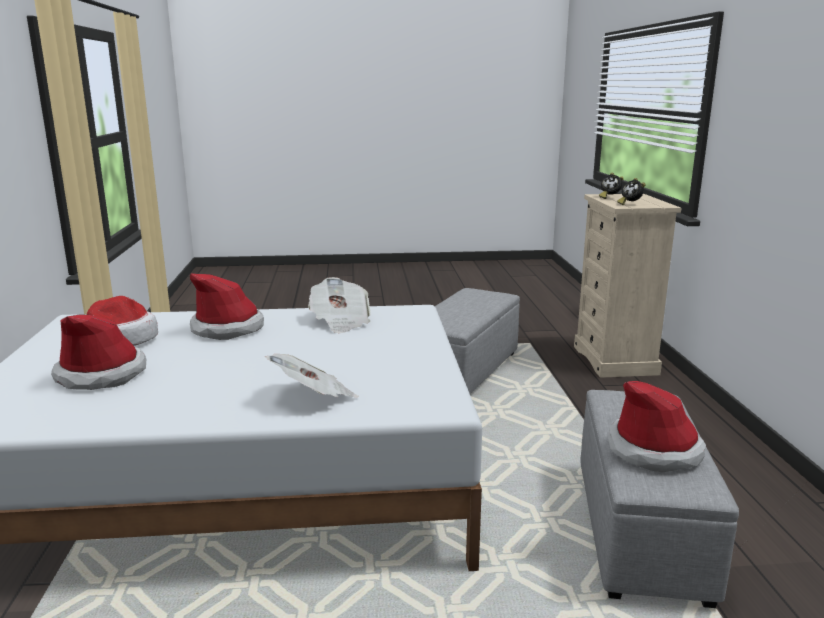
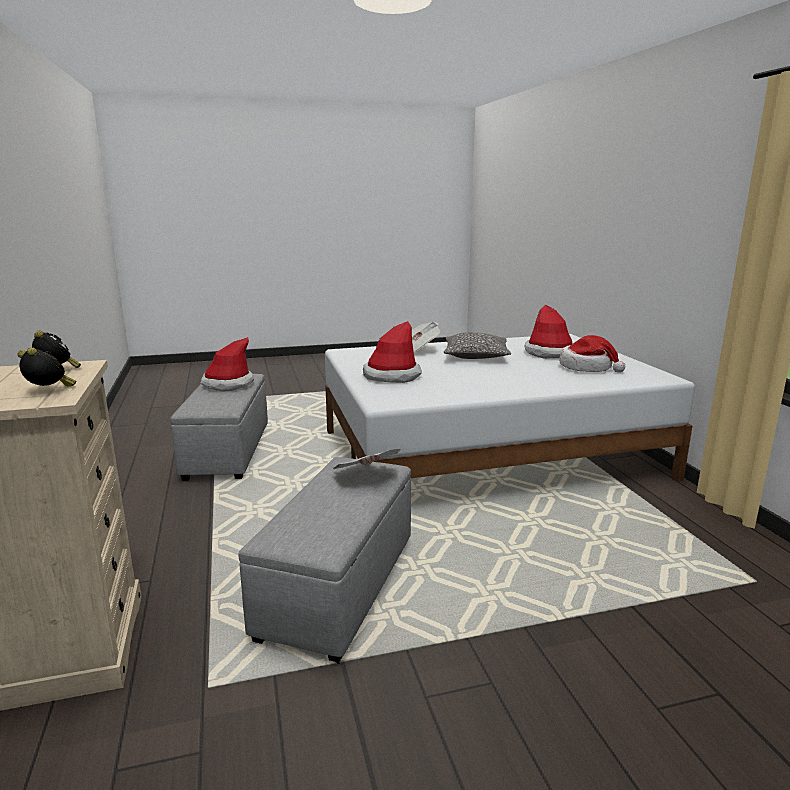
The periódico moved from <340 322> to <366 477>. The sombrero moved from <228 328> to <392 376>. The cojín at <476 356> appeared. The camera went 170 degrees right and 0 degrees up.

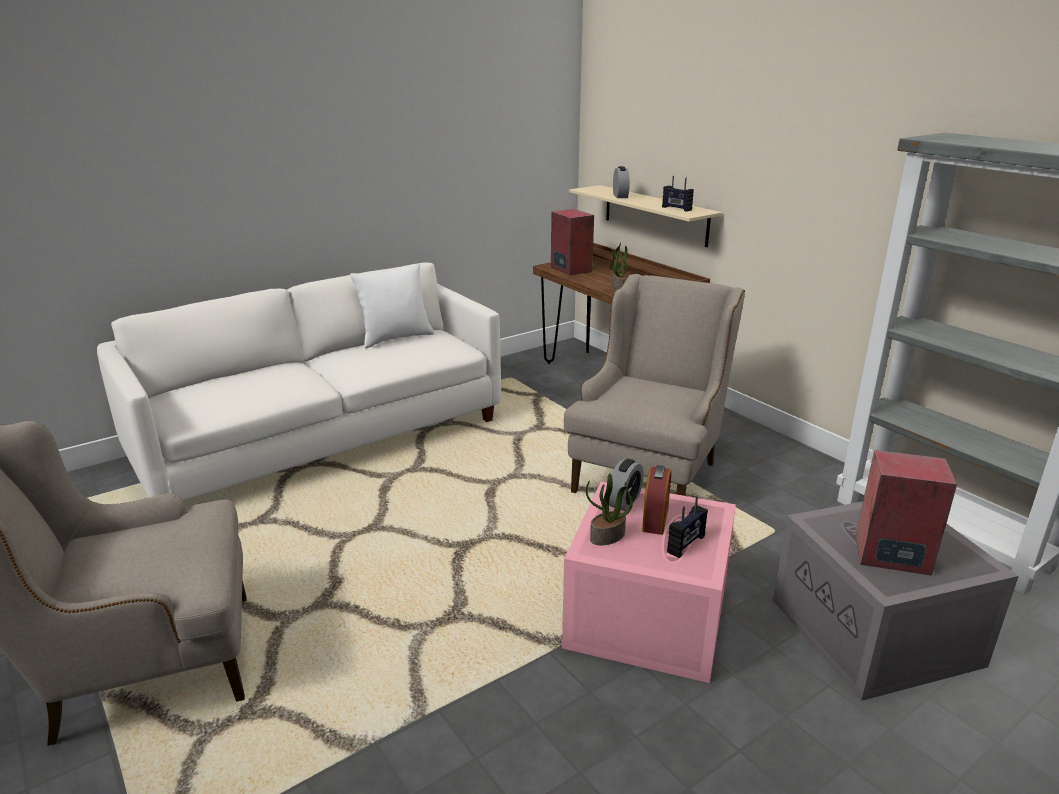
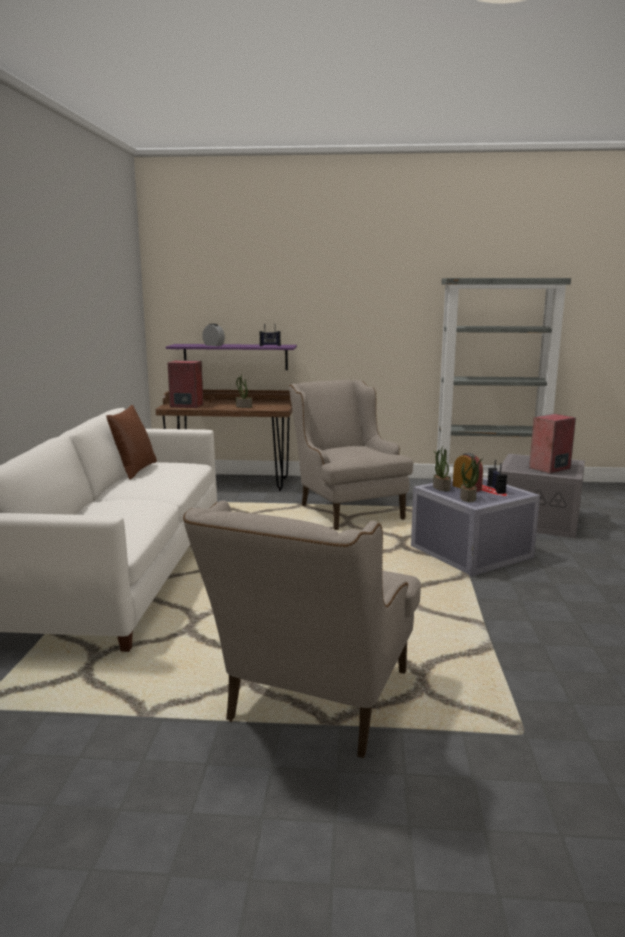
The cojín/blanco at <395 338> became the cojín/marrón at <134 470>. The estante/beis at <655 215> became the estante/morado at <235 357>. The caja de almacenaje/rosa at <645 614> became the caja de almacenaje/gris at <469 552>. The despertador at <624 501> was replaced by the planta en maceta at <441 488>. The camera went 50 degrees left and 10 degrees down.

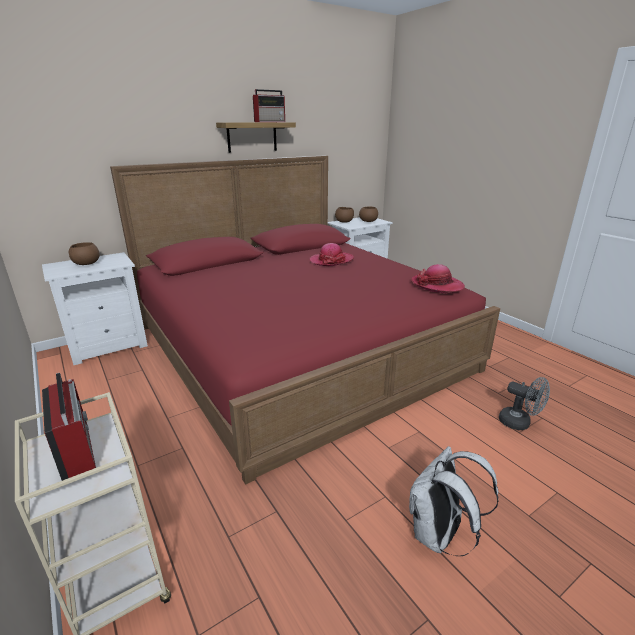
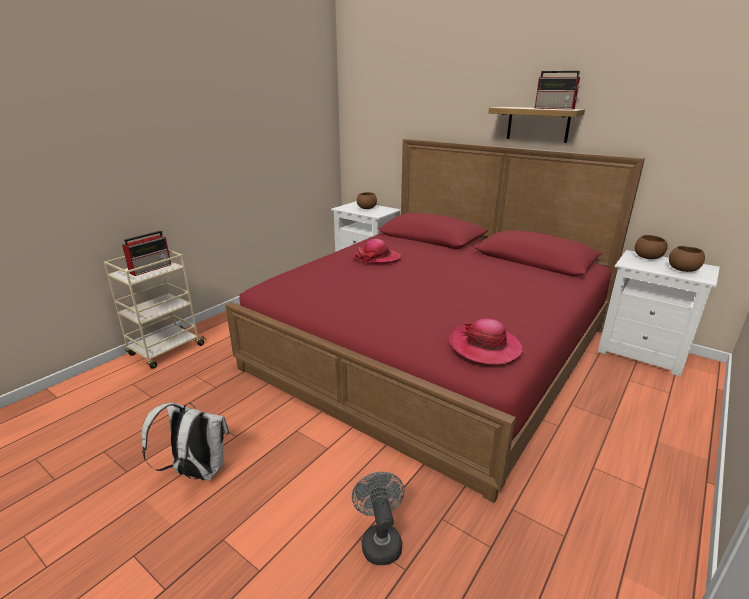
The ventilador/gris at <519 423> turned 150 degrees clockwise. The sombrero moved from <331 260> to <377 258>. The camera went 70 degrees right and 0 degrees up.

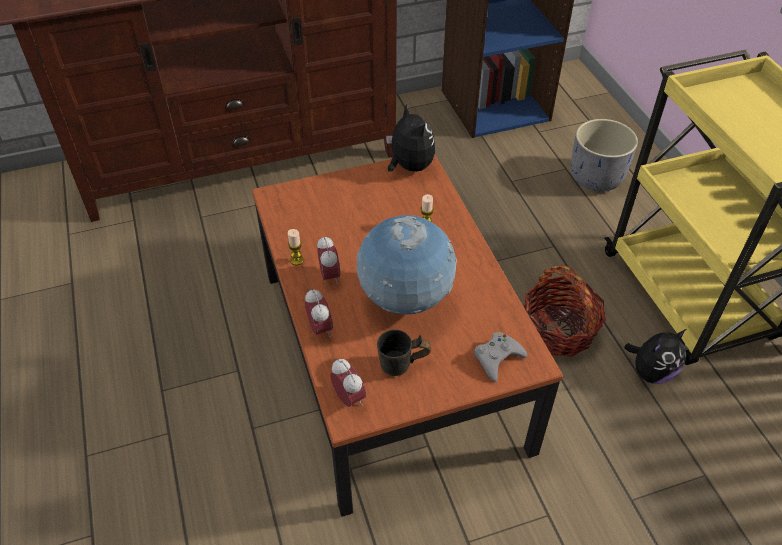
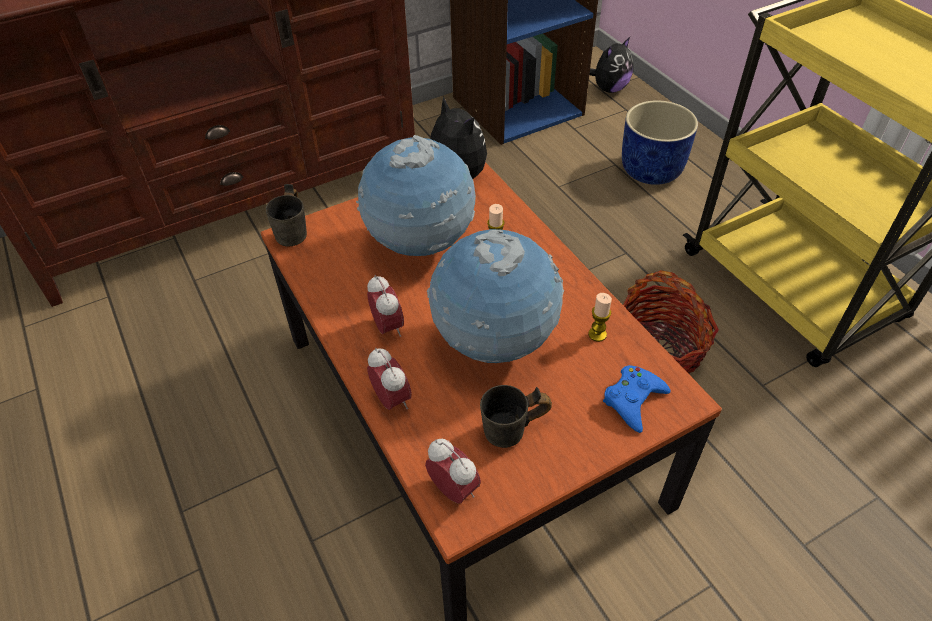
The taza grande/gris at <297 232> appeared. The globo terráqueo at <420 245> appeared. The vela moved from <297 260> to <597 334>. The peluche moved from <651 372> to <609 89>. The mando de consola/gris at <497 358> became the mando de consola/azul at <633 400>. The maceta/gris at <597 178> became the maceta/azul at <652 170>. The camera went 10 degrees left and 0 degrees up.

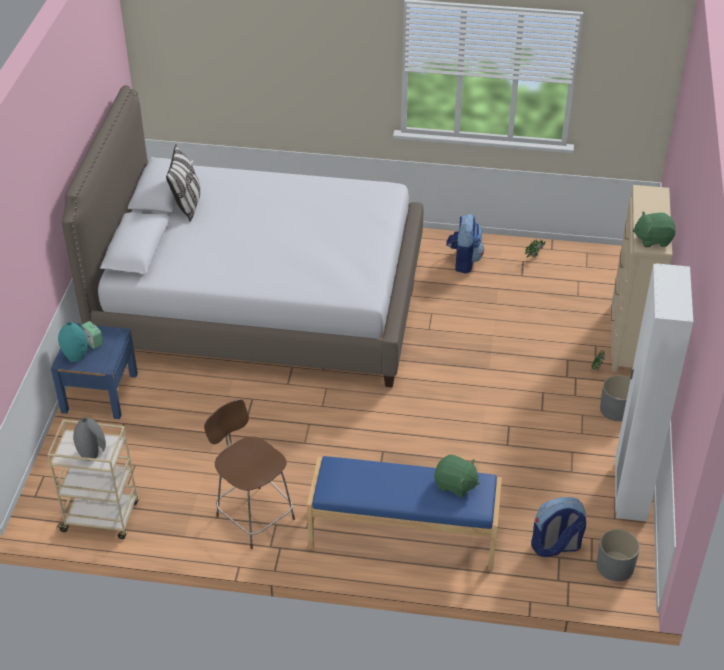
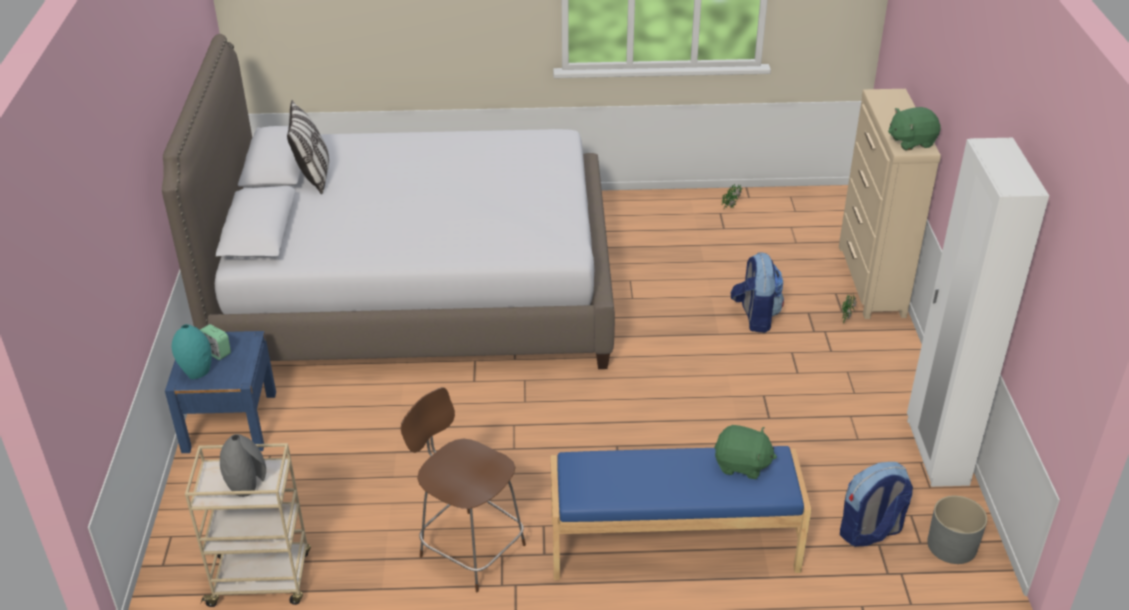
The mochila moved from <463 261> to <755 317>. The maceta/gris at <616 409> disappeared. The camera went 10 degrees left and 5 degrees down.

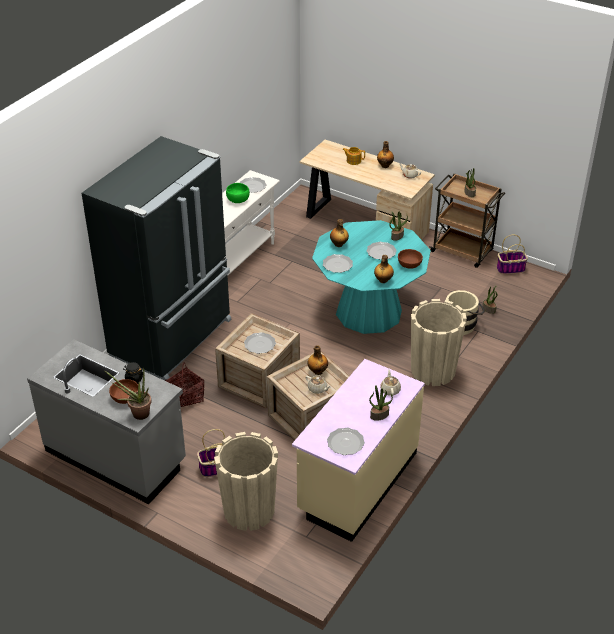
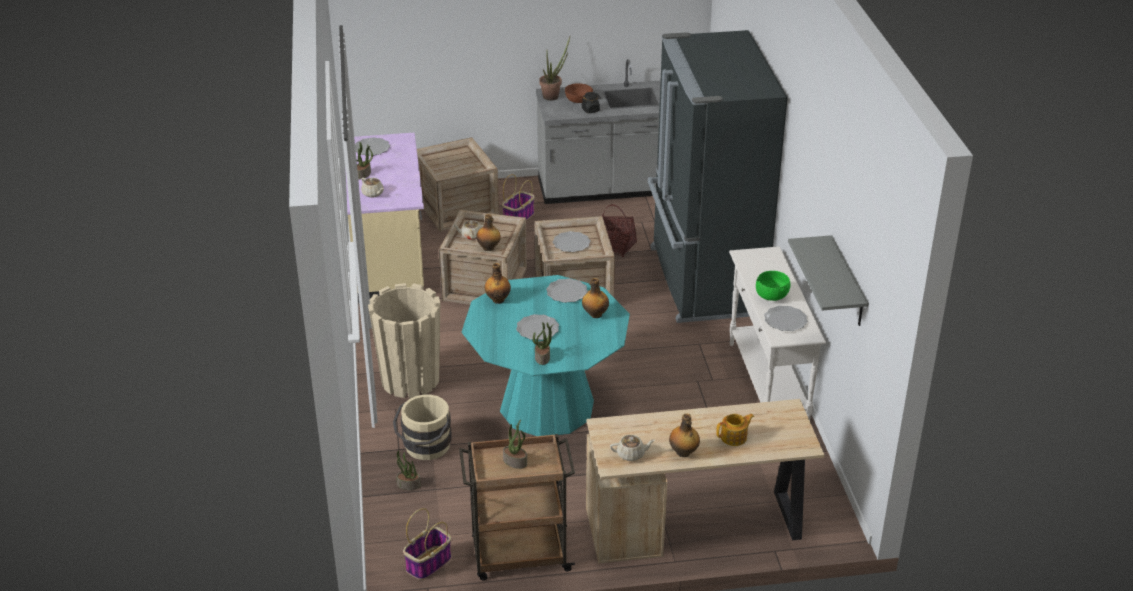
The maceta/beis at <249 510> was replaced by the caja de embalaje at <457 207>. The estante/gris at <847 283> appeared. The cuenco/marrón at <409 264> disappeared. The camera went 140 degrees right and 5 degrees down.

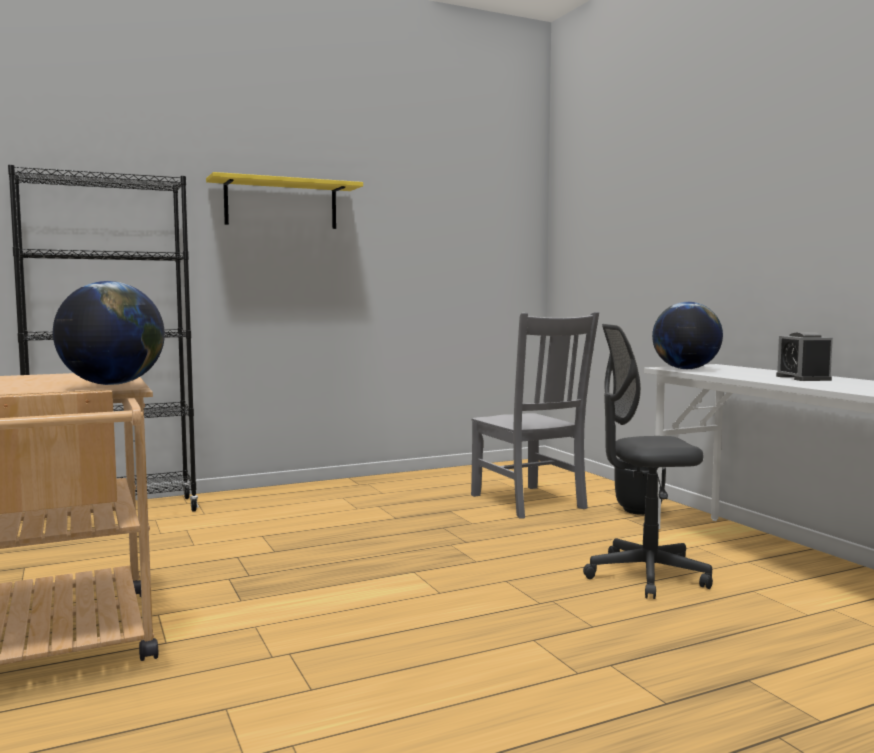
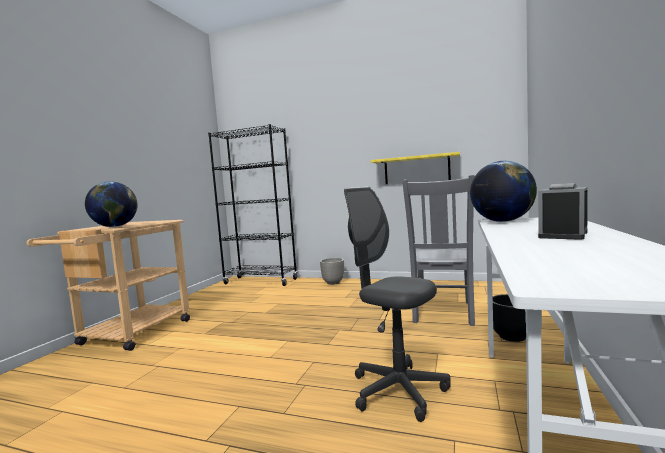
The maceta at <333 283> appeared. The estante/amarillo moved from <281 204> to <416 169>. The camera went 45 degrees right and 0 degrees up.

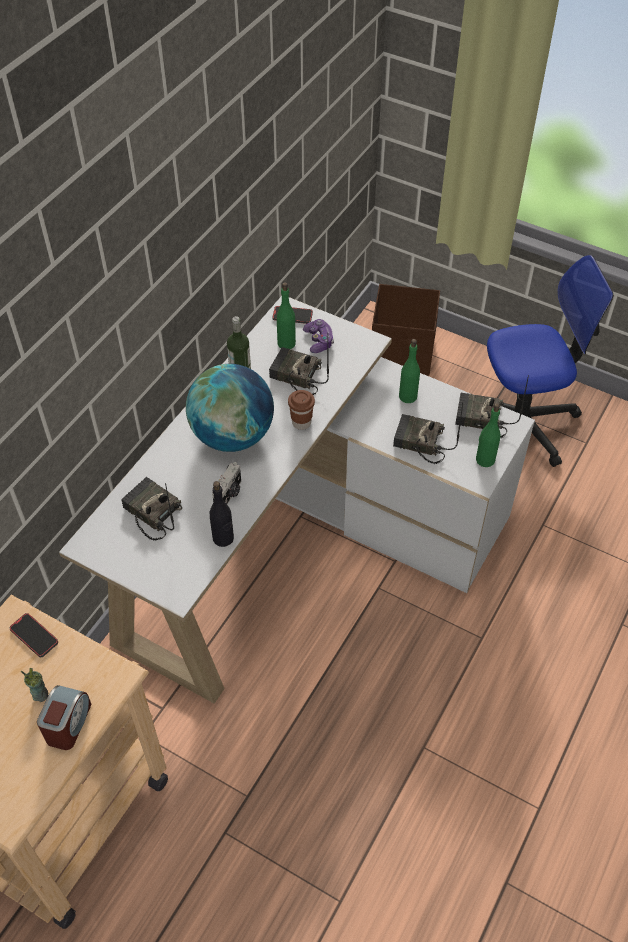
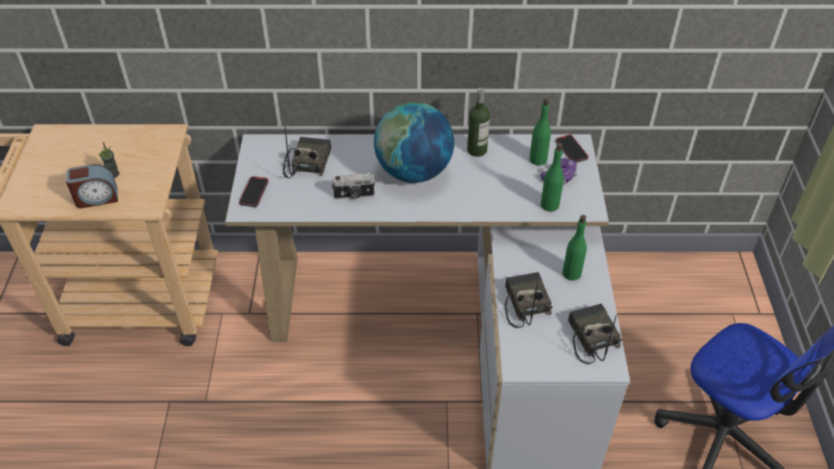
The móvil moved from <34 636> to <254 193>. The botella/verde moved from <485 459> to <549 205>. The botella/negro at <223 538> disappeared. The radio at <295 377> disappeared. The taza/marrón at <301 423> disappeared. The caja de almacenaje/marrón at <403 353> disappeared. The camera went 60 degrees right and 5 degrees down.

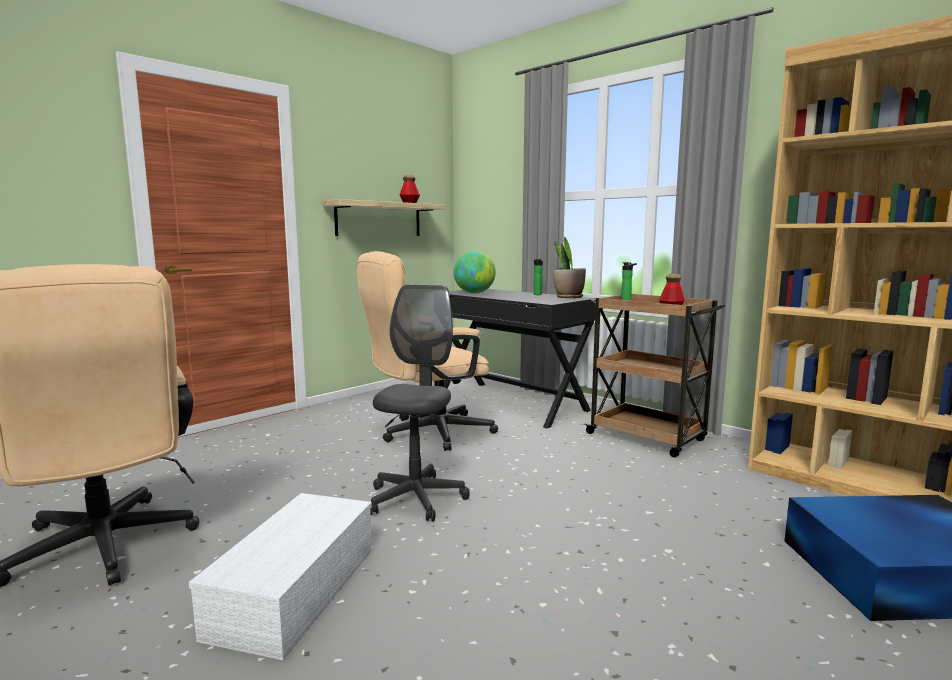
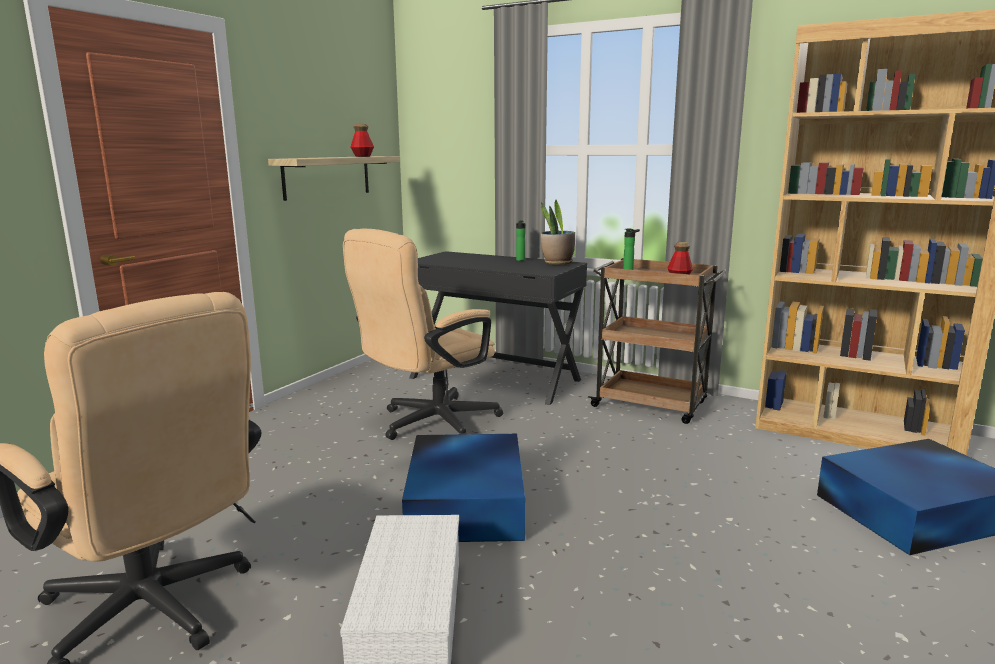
The silla de oficina/gris at <416 499> was replaced by the caja de almacenaje/azul at <467 501>. The globo terráqueo at <474 293> disappeared. The camera went 15 degrees left and 5 degrees up.

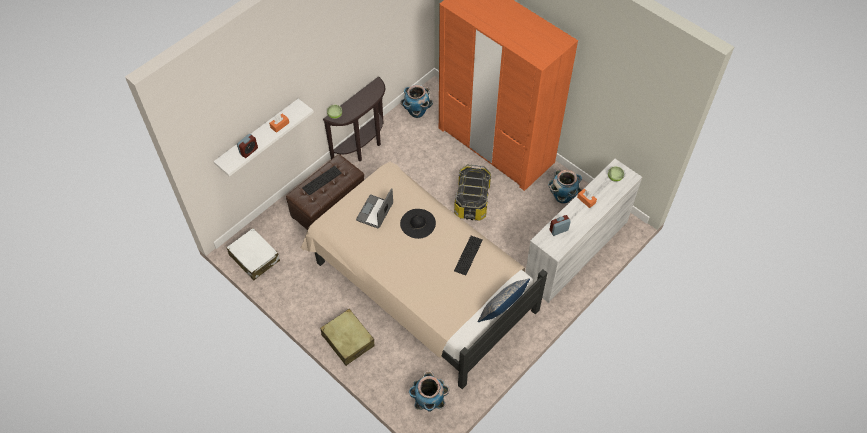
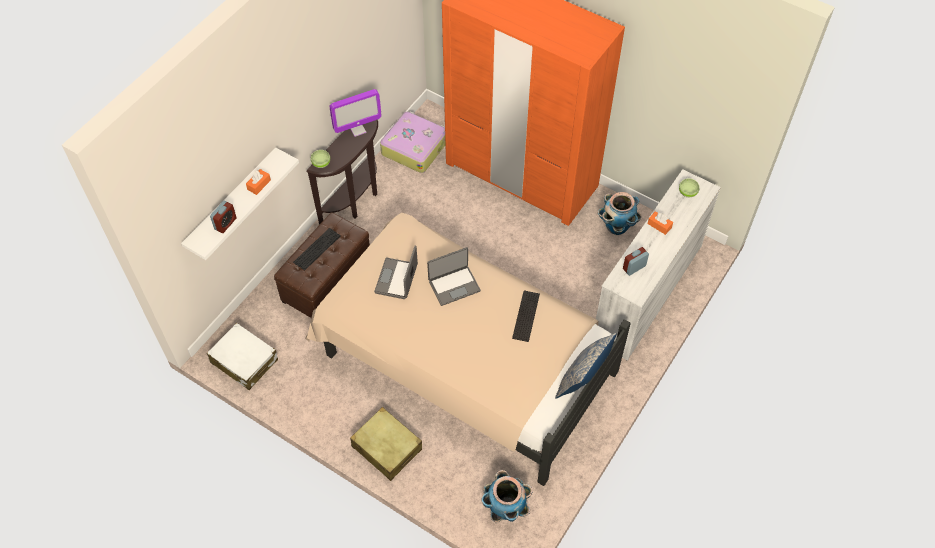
The monitor at <357 130> appeared. The maceta at <416 112> was replaced by the maleta at <414 147>. The sombrero/negro at <418 223> was replaced by the portátil at <454 285>. The caja de almacenaje at <472 200> disappeared. The camera went 10 degrees left and 0 degrees up.

